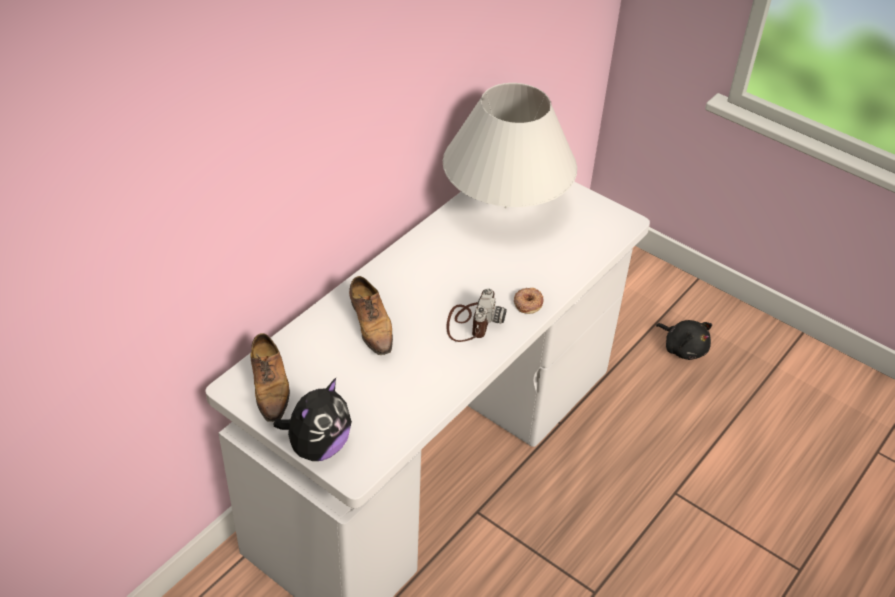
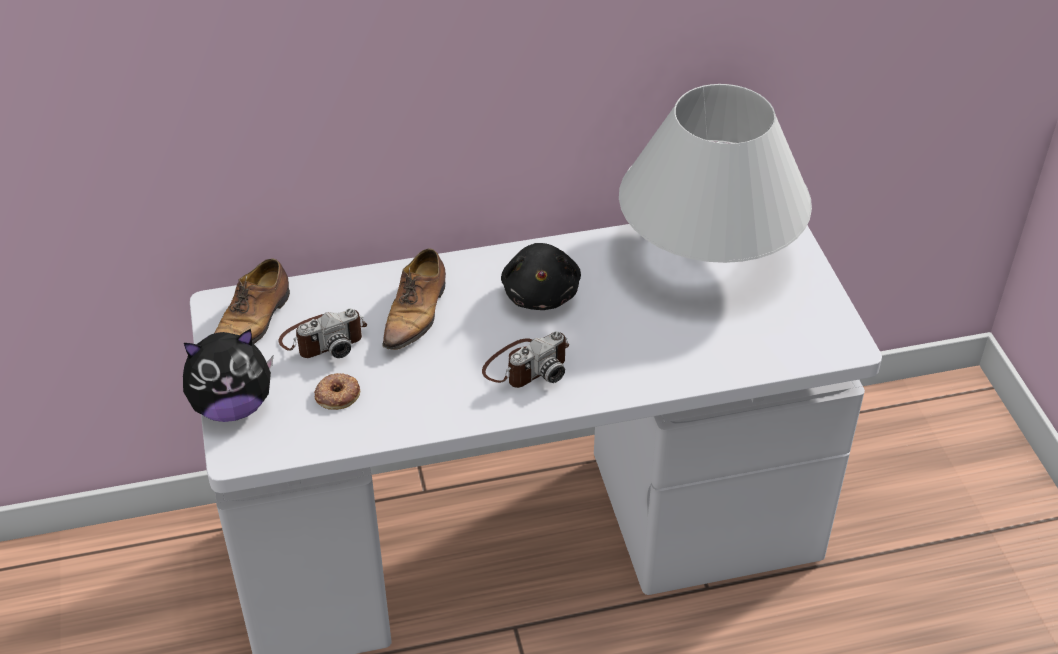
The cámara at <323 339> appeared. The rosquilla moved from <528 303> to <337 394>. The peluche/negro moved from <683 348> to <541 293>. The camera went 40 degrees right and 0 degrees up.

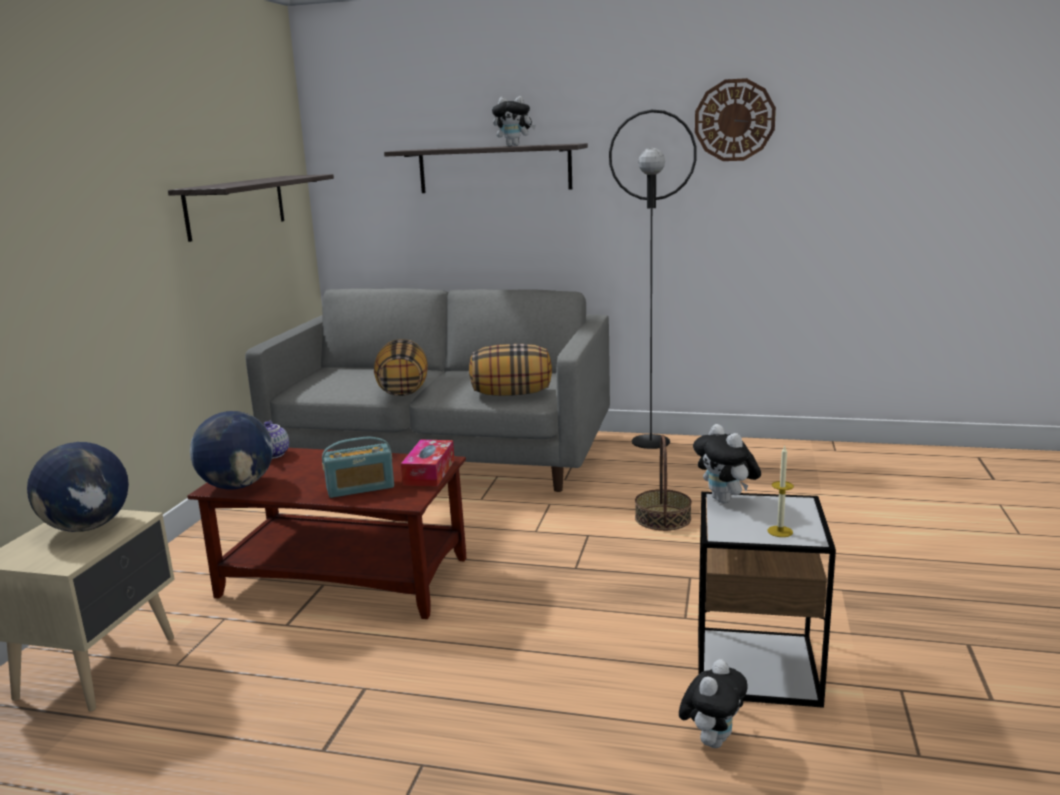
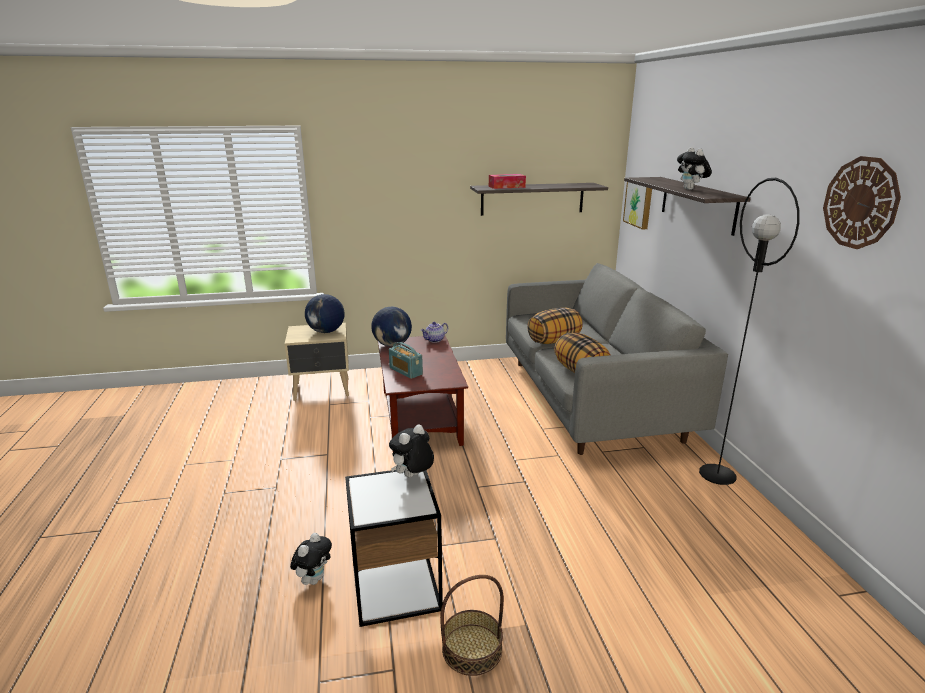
The peluche at <712 740> turned 75 degrees counterclockwise. The cesta moved from <662 518> to <472 649>. The caja de pañuelos moved from <429 472> to <506 187>. The cuadro at <639 203> appeared. The vela at <780 531> disappeared. The camera went 65 degrees right and 5 degrees up.

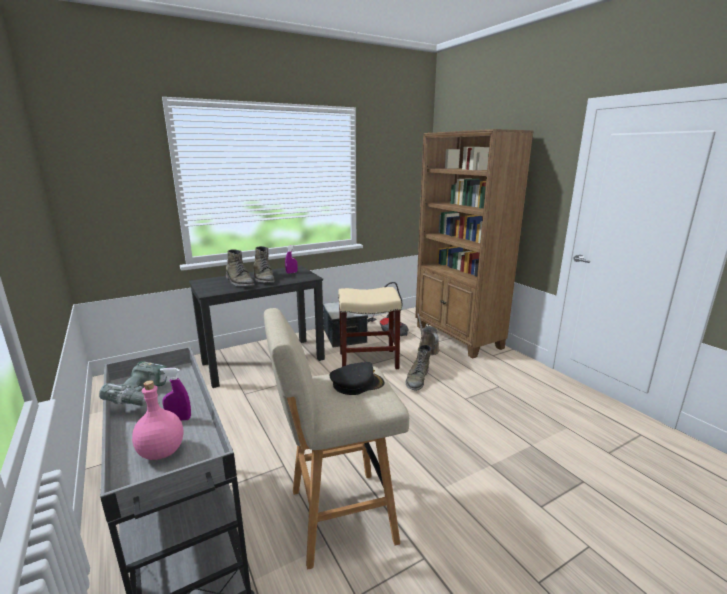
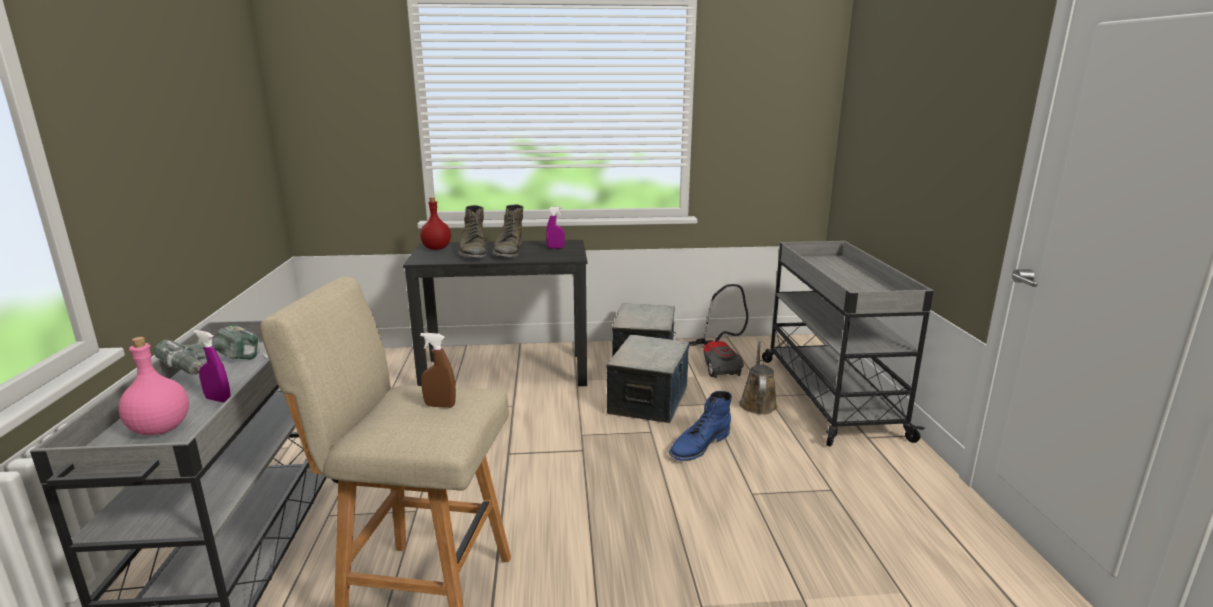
The botella/rojo at <436 248> appeared. The gorra/negro at <357 383> was replaced by the pulverizador/marrón at <440 405>. The taburete/beis at <369 360> was replaced by the caja de almacenaje at <649 401>. The bota/verde at <417 379> became the bota/azul at <699 445>. The estantería/marrón at <458 337> was replaced by the carrito/gris at <829 395>. The camera went 25 degrees right and 0 degrees up.

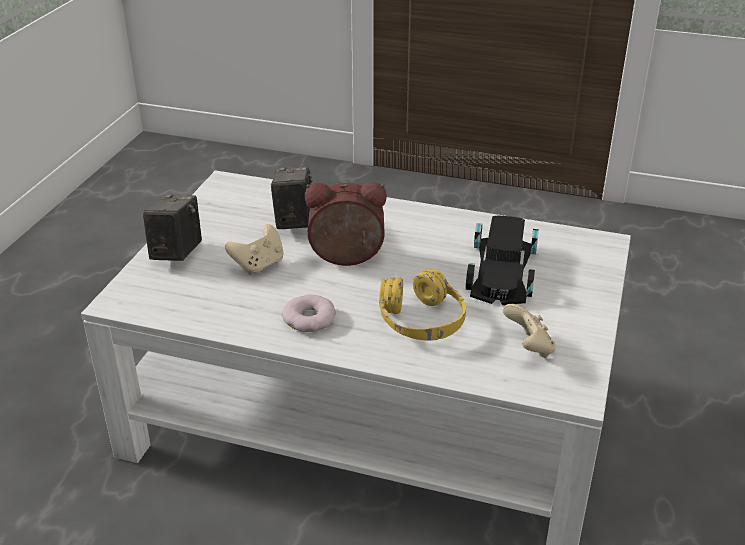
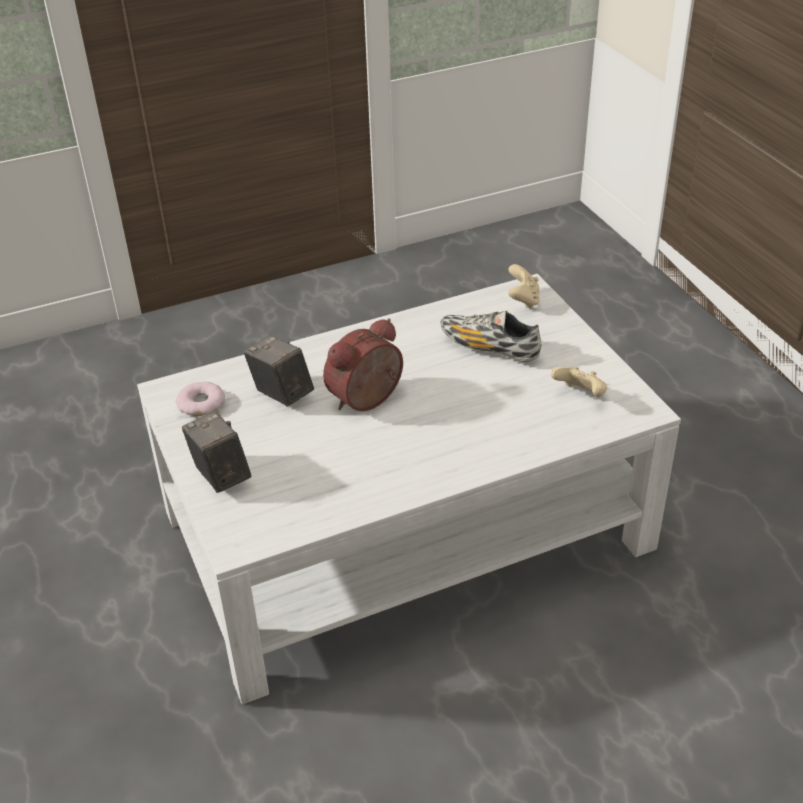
The rosquilla moved from <309 318> to <201 403>. The coche de juguete/negro at <500 270> was replaced by the zapato at <489 348>. The mando de consola/beis moved from <259 265> to <523 300>. The auriculares/amarillo at <421 321> disappeared. The camera went 40 degrees left and 5 degrees up.

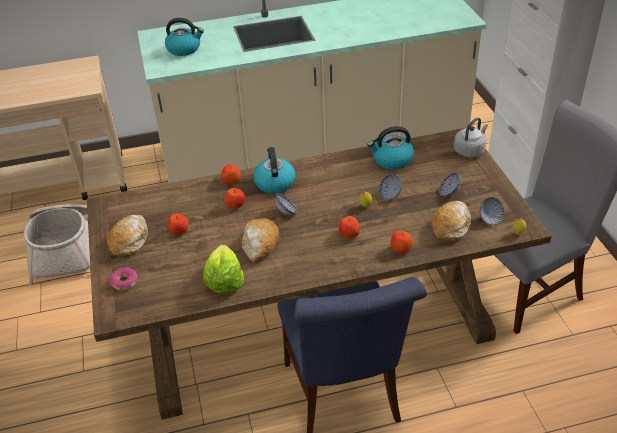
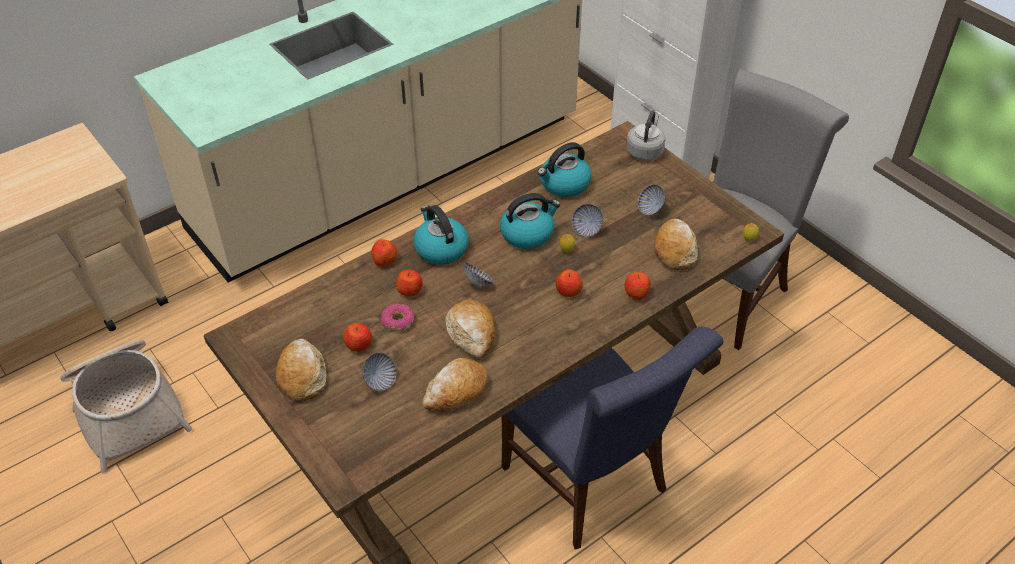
The cuenco moved from <490 219> to <380 381>. The rosquilla moved from <124 282> to <398 321>. The lechuga at <224 281> was replaced by the pan at <456 392>. The hervidor moved from <184 49> to <528 234>. The camera went 25 degrees left and 5 degrees up.

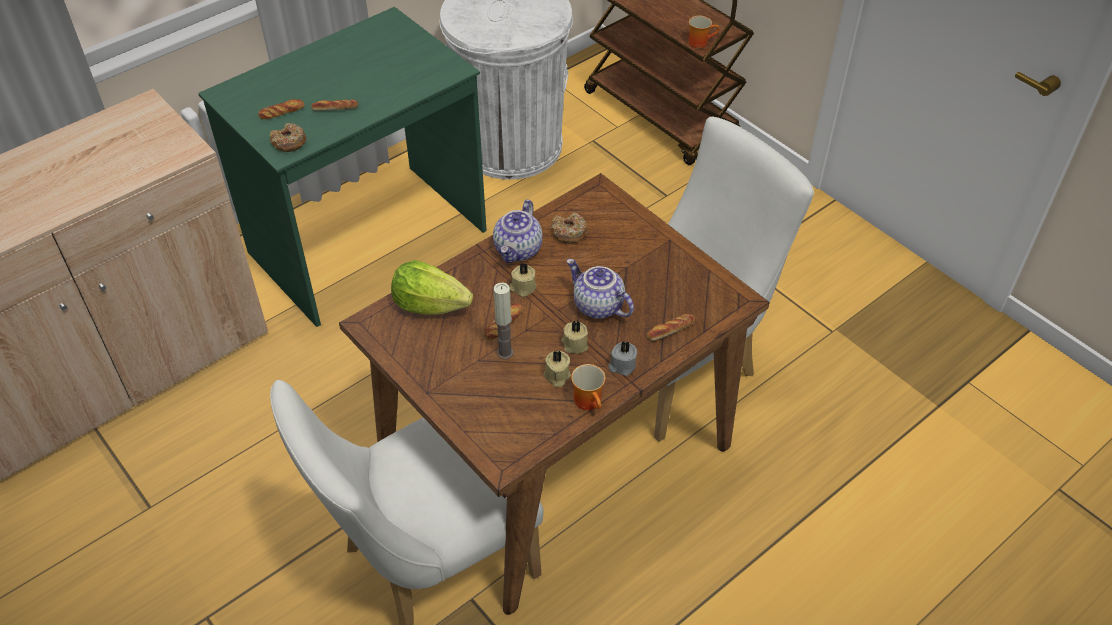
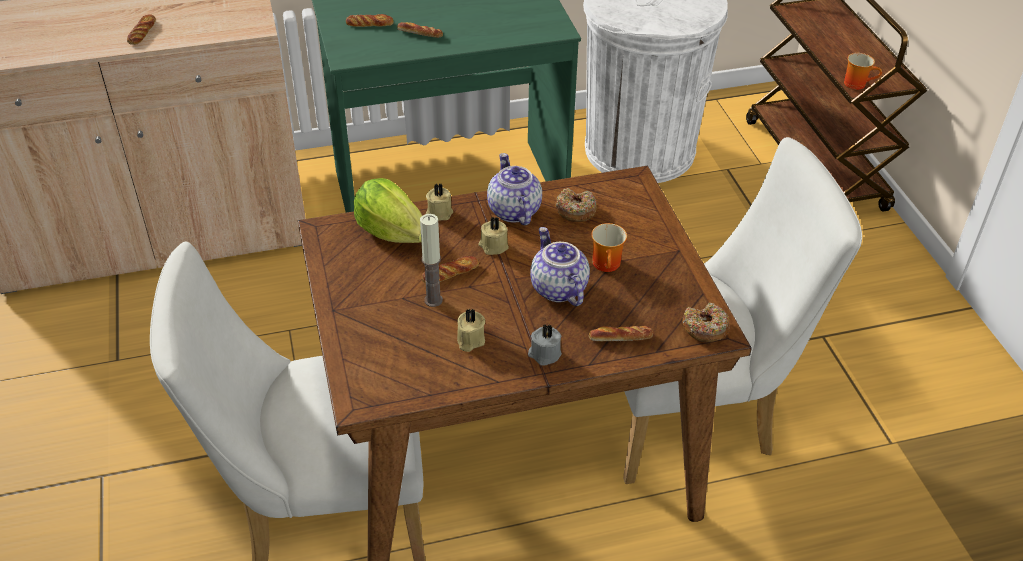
The pan at <142 33> appeared. The vela/beis moved from <574 344> to <439 212>. The tetera at <518 250> turned 120 degrees clockwise. The taza grande moved from <590 401> to <608 265>. The rosquilla moved from <289 142> to <705 328>. The camera went 25 degrees right and 5 degrees down.

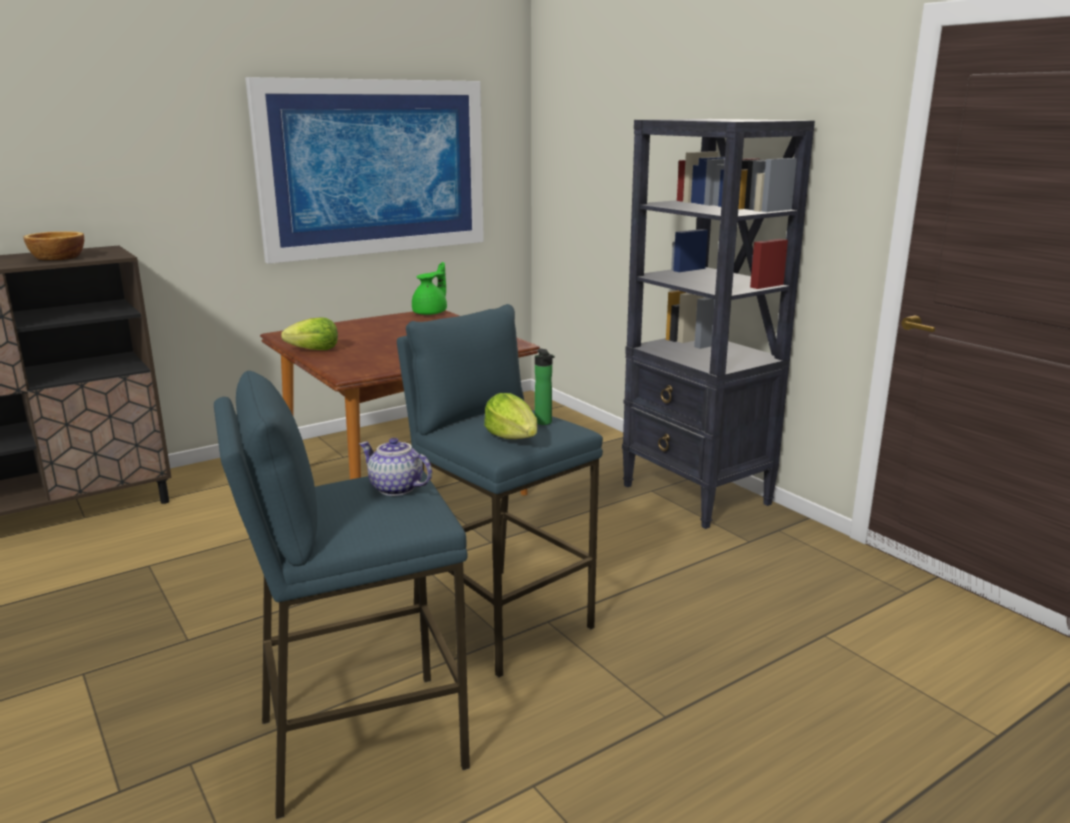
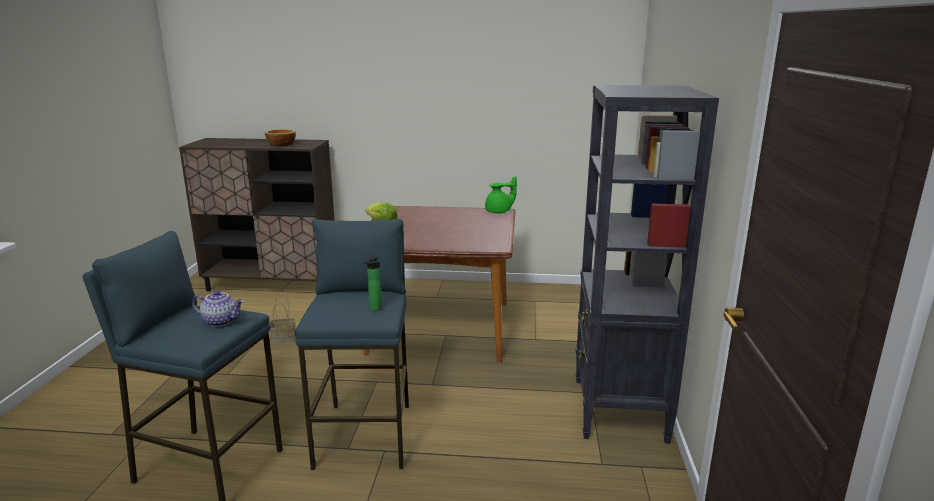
The tetera at <395 488> turned 120 degrees clockwise. The cesta at <284 338> appeared. The cuadro at <374 168> disappeared. The lechuga at <513 438> disappeared. The camera went 40 degrees right and 0 degrees up.

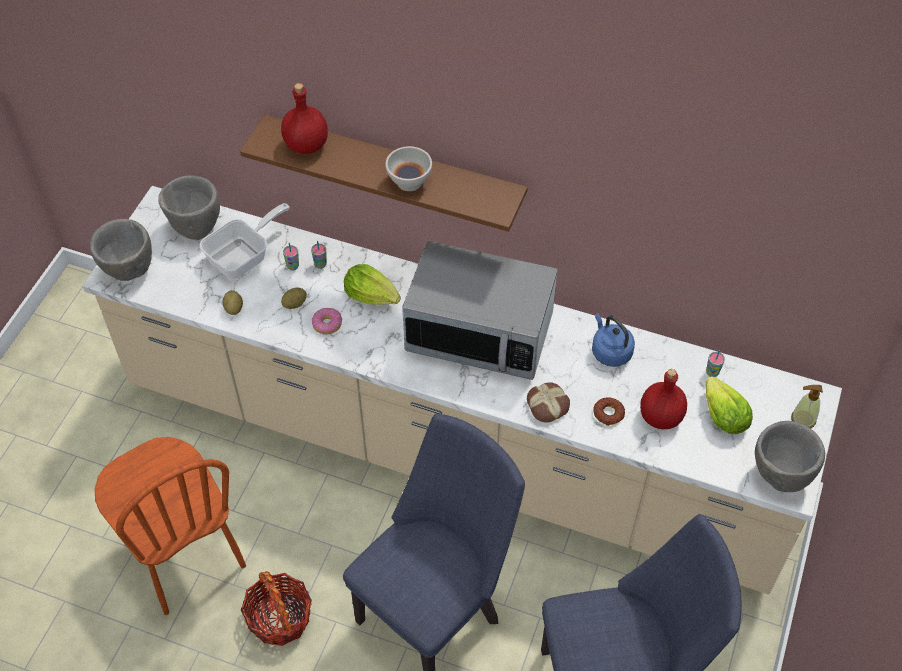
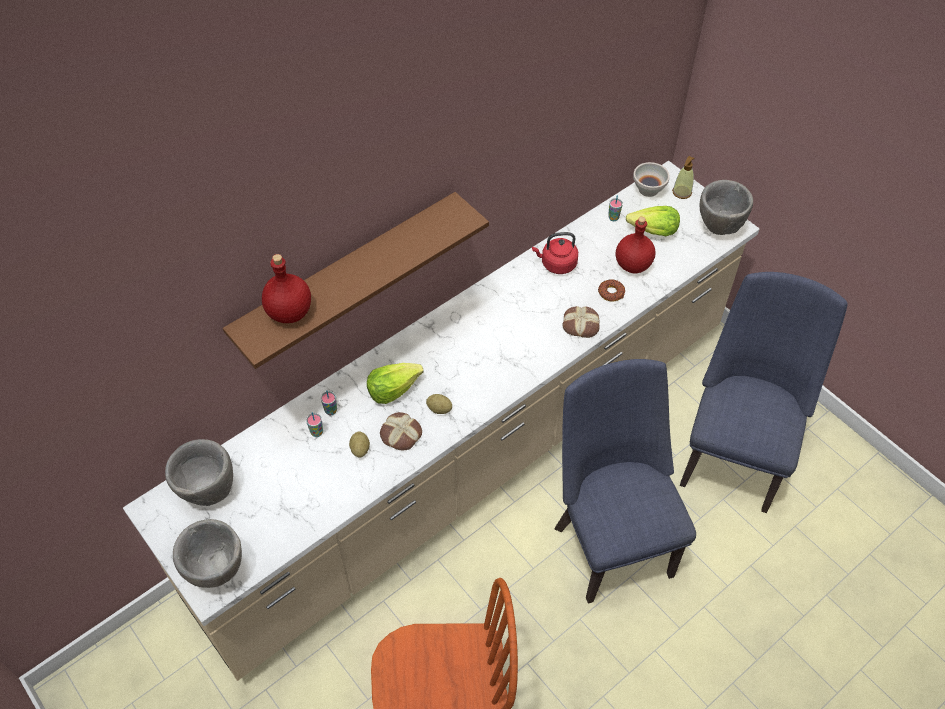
The rosquilla at <327 324> was replaced by the pan at <400 435>. The patata moved from <234 308> to <439 409>. The hervidor/azul at <610 351> became the hervidor/rojo at <556 264>. The cuenco/blanco moved from <410 181> to <648 189>. The sartén at <244 256> disappeared. The cesta at <280 618> disappeared. The microondas at <479 333> disappeared. The camera went 60 degrees left and 0 degrees up.

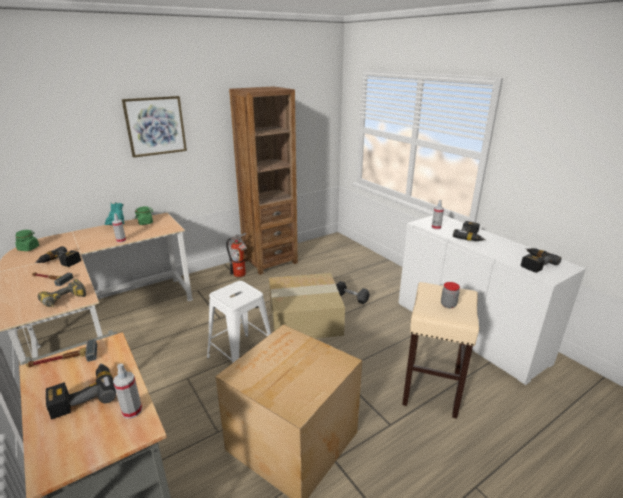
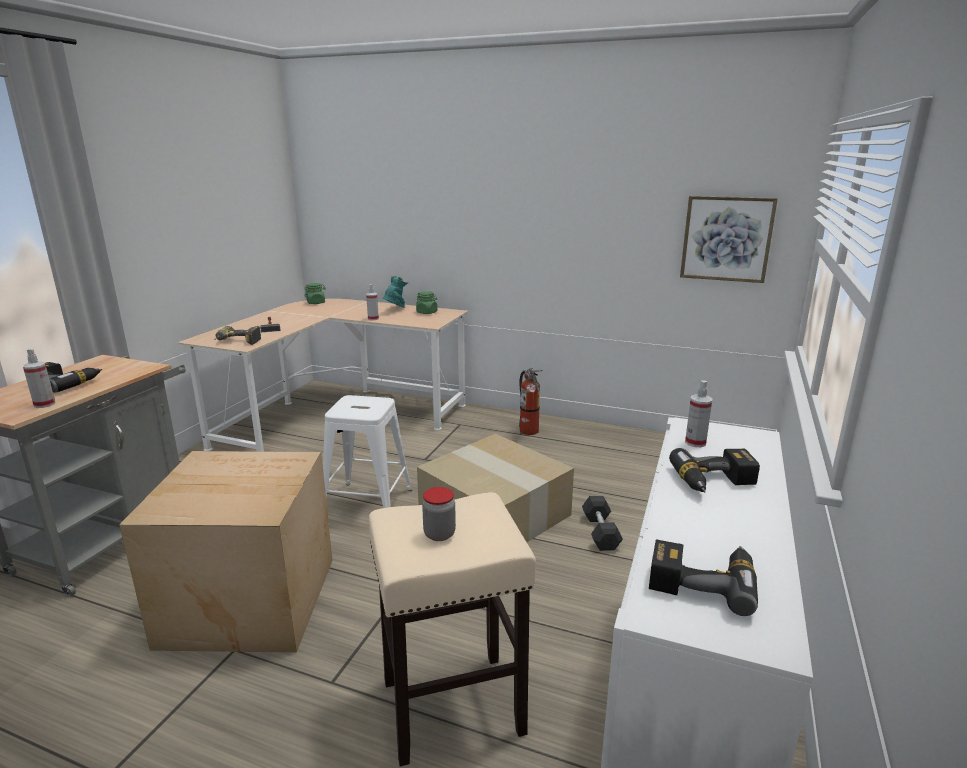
The cuadro moved from <155 126> to <726 239>. The martillo at <63 360> disappeared. The taladro at <59 263> disappeared. The estantería/marrón at <270 261> disappeared. The camera went 55 degrees right and 5 degrees down.

